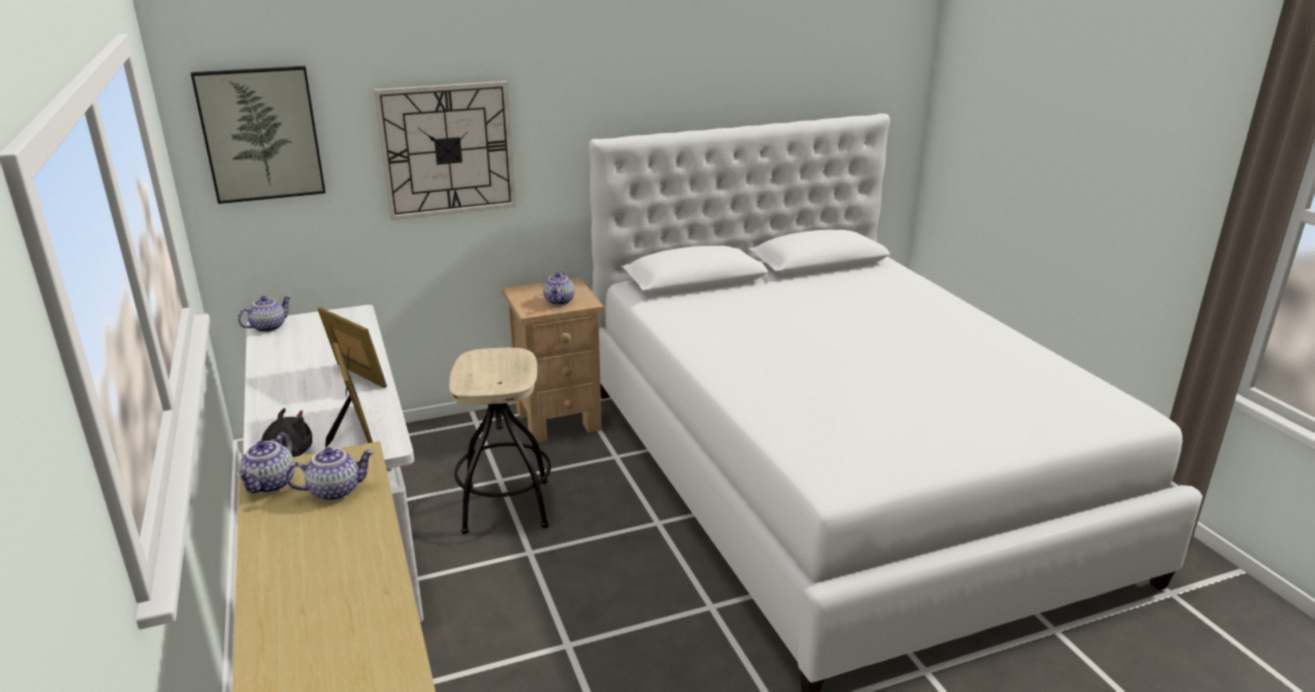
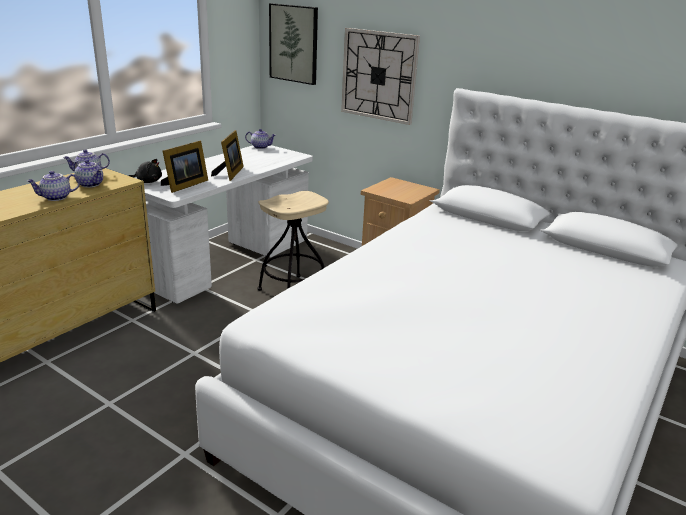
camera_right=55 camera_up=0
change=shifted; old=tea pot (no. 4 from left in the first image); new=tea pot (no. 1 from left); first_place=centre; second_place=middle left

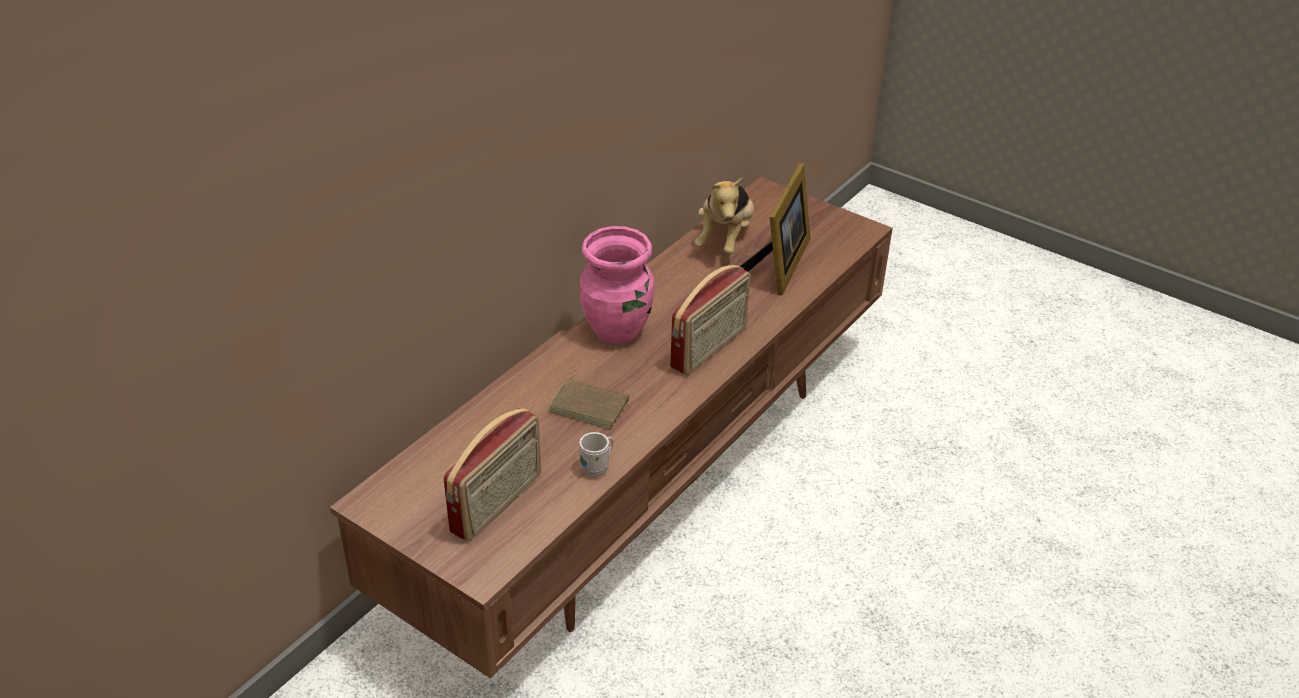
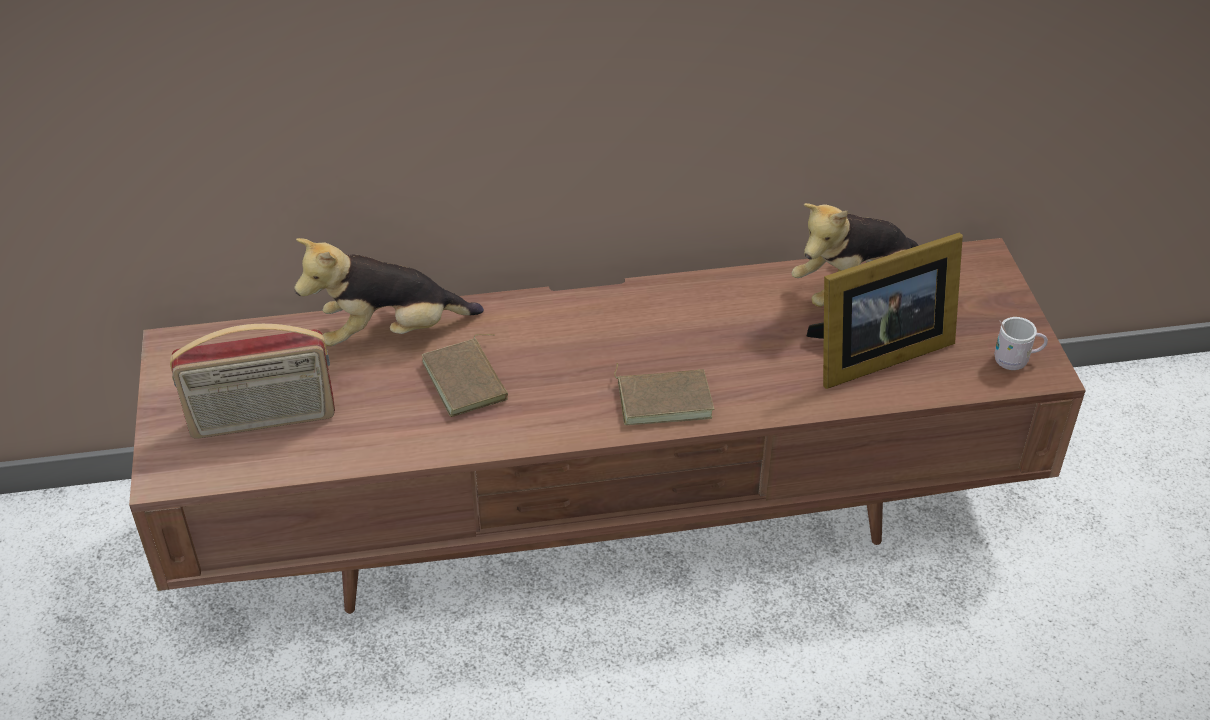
camera_right=45 camera_up=5
change=new; new=soft toy (no. 1 from left); second_place=middle left
change=swapped; old=radio (no. 2 from left); new=brown-coloured volume (no. 2 from left); first_place=centre; second_place=centre
change=shifted; old=white coffee mug; first_place=centre; second_place=middle right
change=gone; old=pink decorative vase; first_place=centre

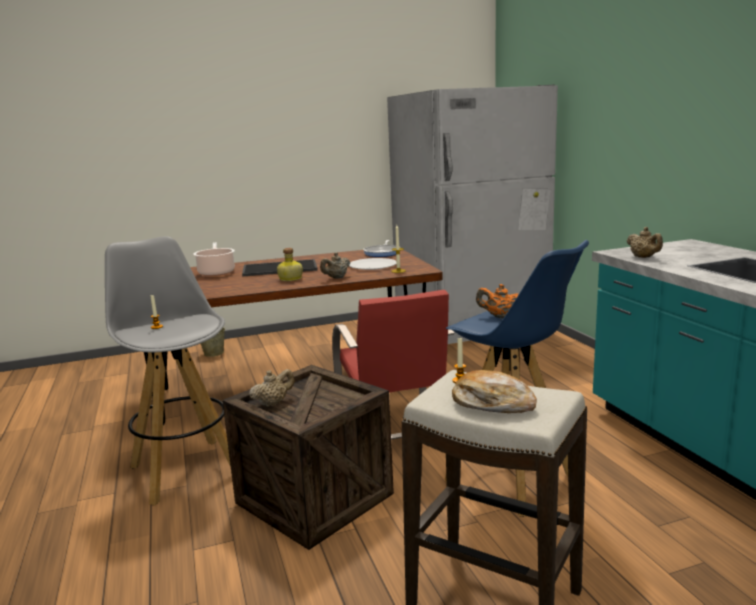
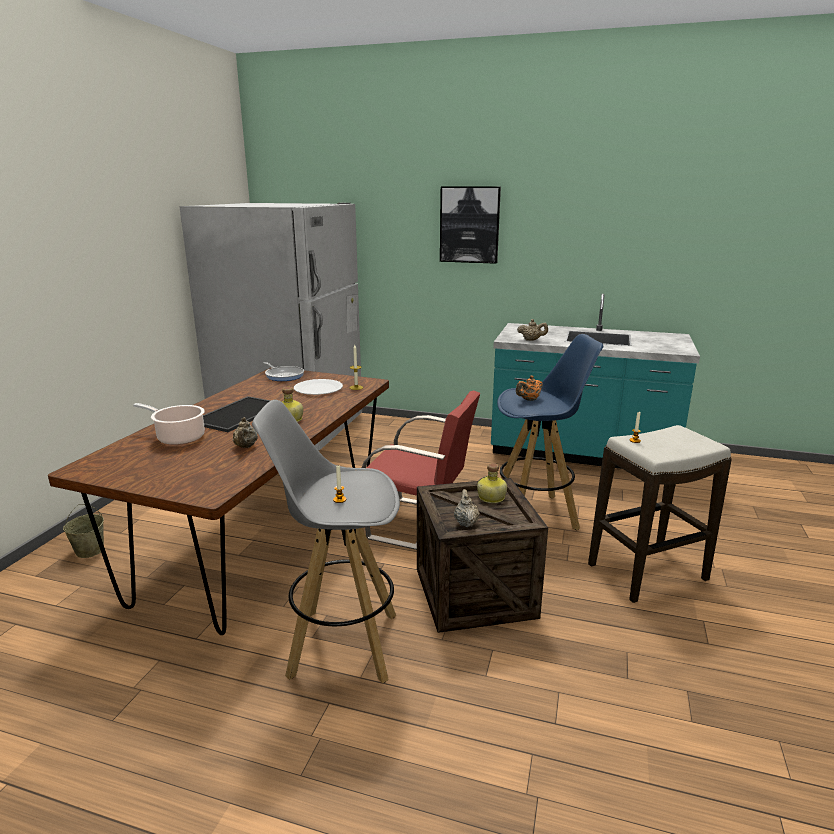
camera_right=-55 camera_up=5
change=shifted; old=beige tea pot (no. 2 from left in the first image); new=beige tea pot (no. 1 from left); first_place=centre; second_place=middle left
change=new; new=wall picture; second_place=top centre
change=new; new=beverage bottle (no. 2 from left); second_place=centre
change=gone; old=baked bread; first_place=centre

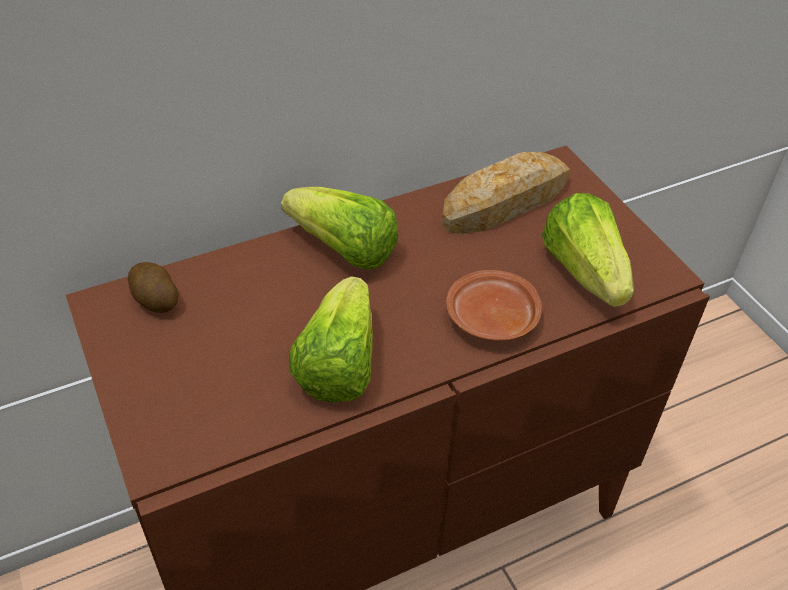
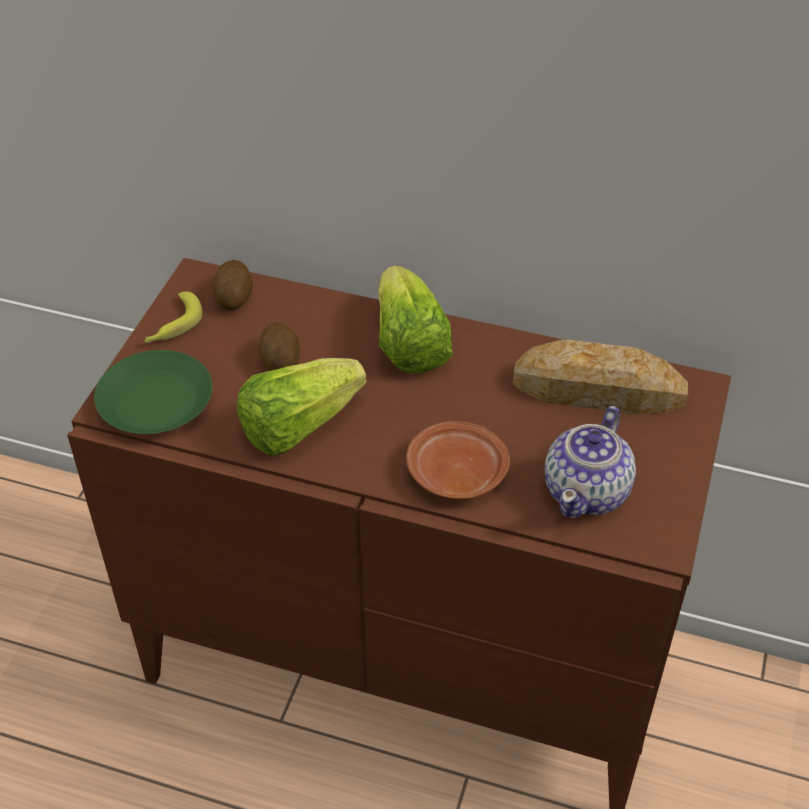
camera_right=45 camera_up=0
change=new; new=greenish flat dish; second_place=middle left
change=new; new=banana fruit; second_place=middle left
change=new; new=spud (no. 2 from left); second_place=centre
change=swapped; old=lettuce (no. 3 from left); new=tea pot; first_place=middle right; second_place=middle right

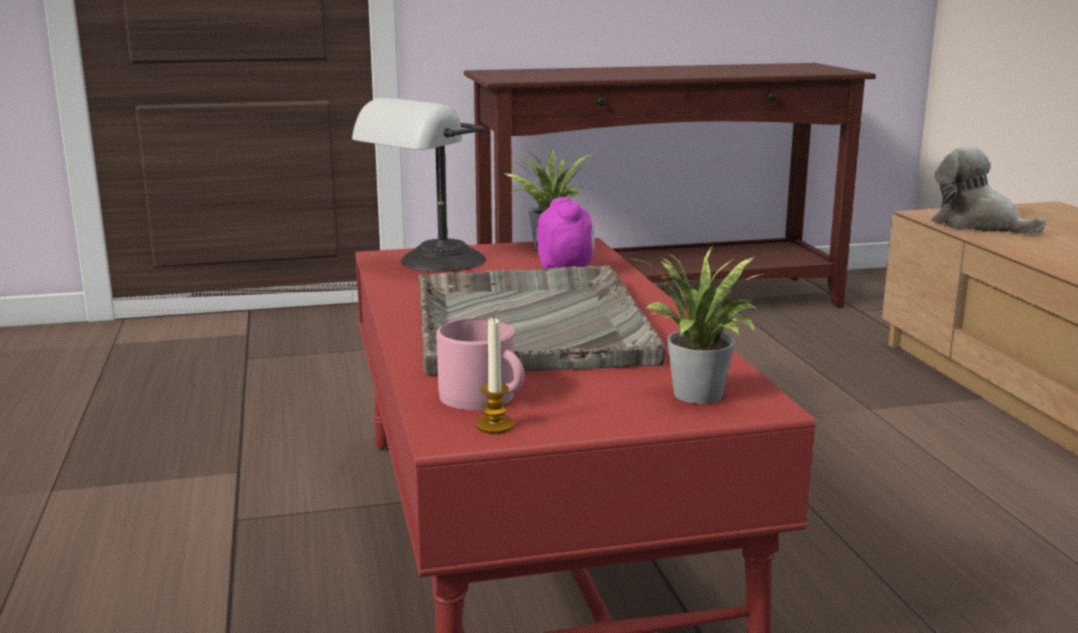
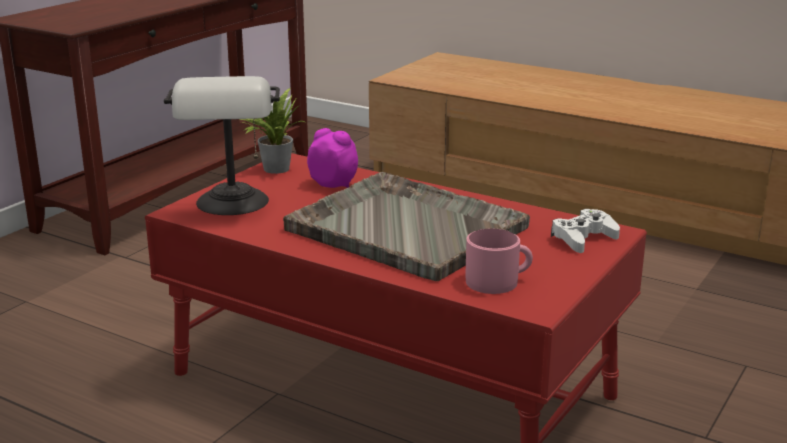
camera_right=-45 camera_up=5
change=swapped; old=houseplant (no. 2 from left); new=white joypad; first_place=centre; second_place=middle right
change=gone; old=wax light; first_place=centre
change=gone; old=soft toy; first_place=top right

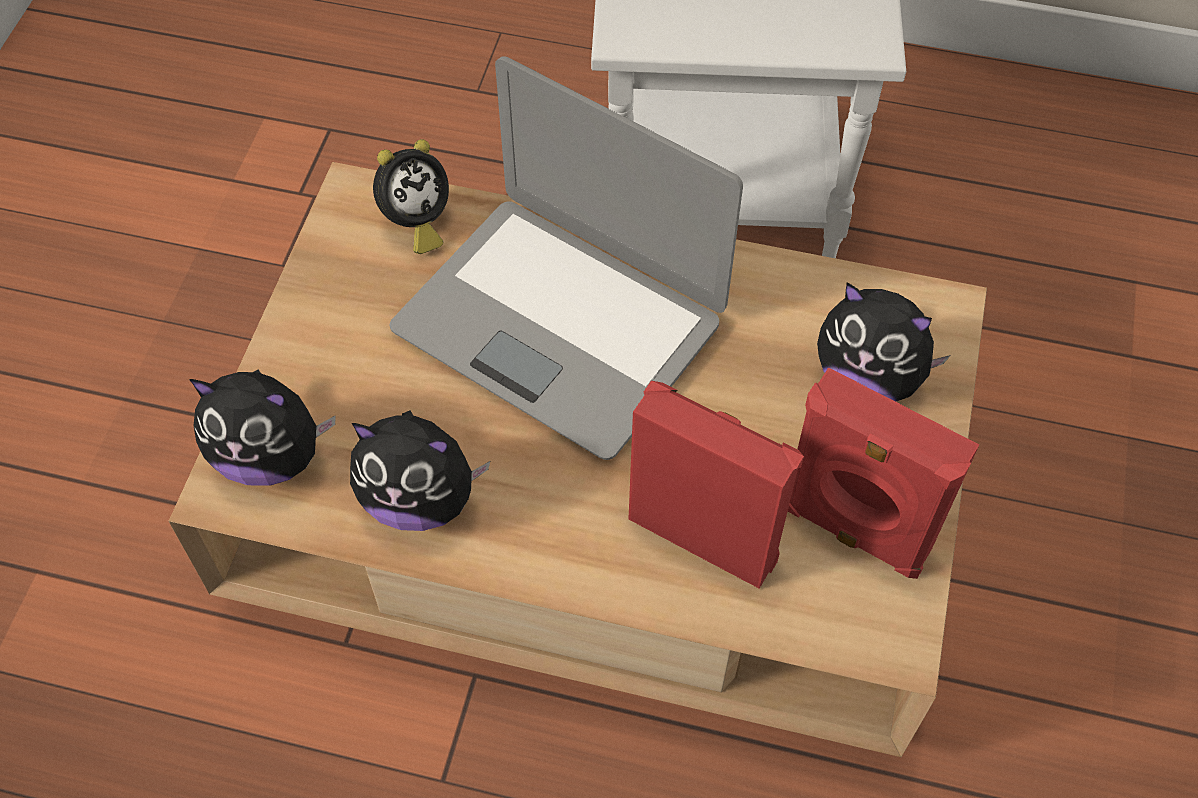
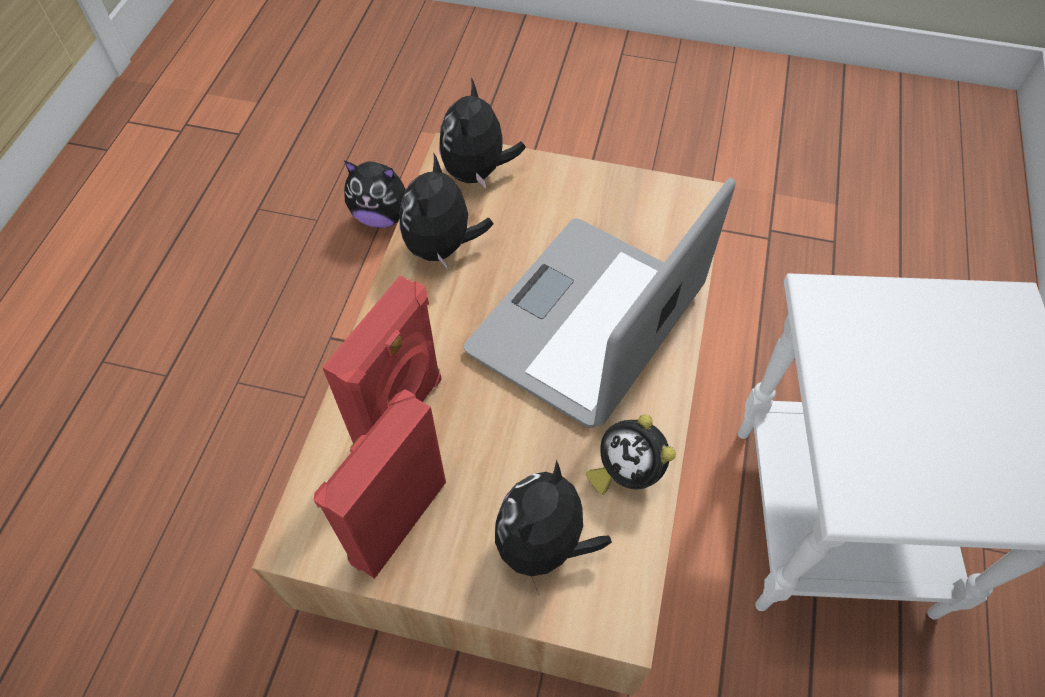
camera_right=90 camera_up=0
change=new; new=soft toy (no. 1 from left); second_place=top centre
change=shifted; old=bedside clock; first_place=top centre; second_place=centre

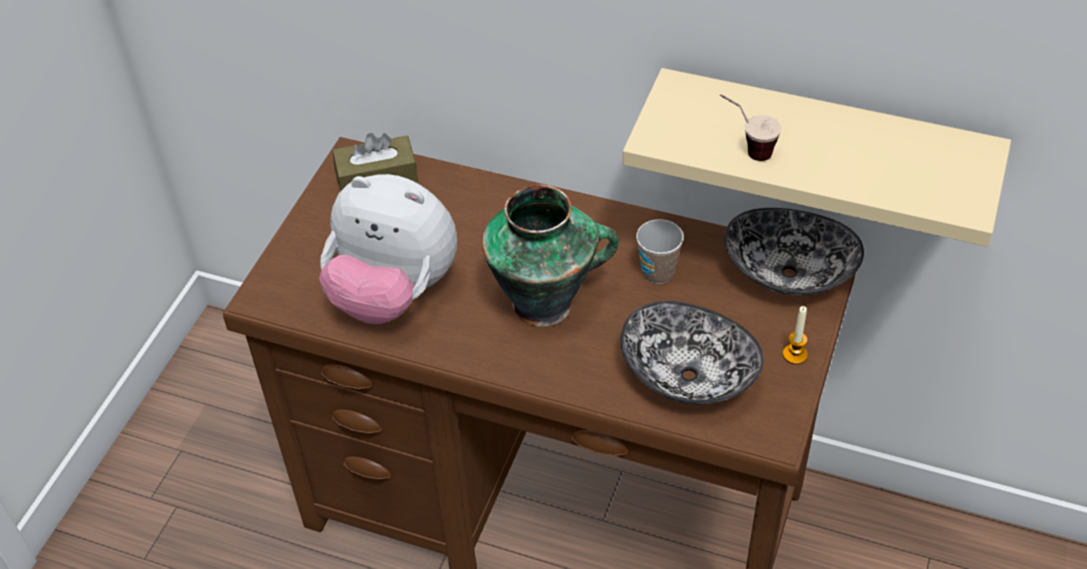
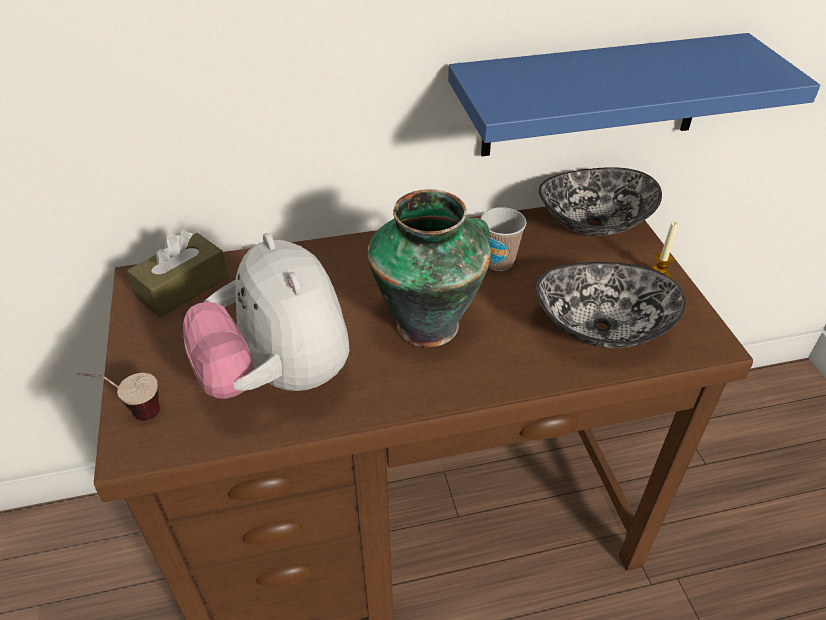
camera_right=-35 camera_up=-5
change=shifted; old=small cup (no. 2 from left in the first image); new=small cup (no. 1 from left); first_place=top right; second_place=middle left
change=rotated; old=soft toy; first_place=centre; second_place=middle left; degrees=75
change=repainted; old=beige bracket shelf; new=bluish bracket shelf; first_place=top right; second_place=top right

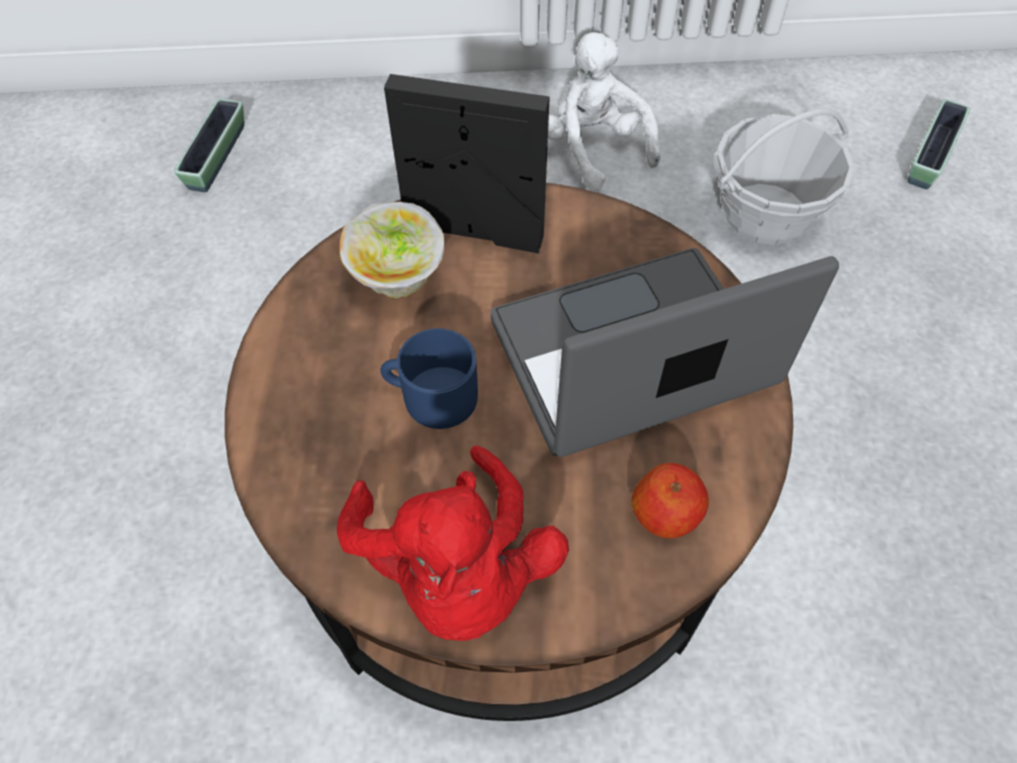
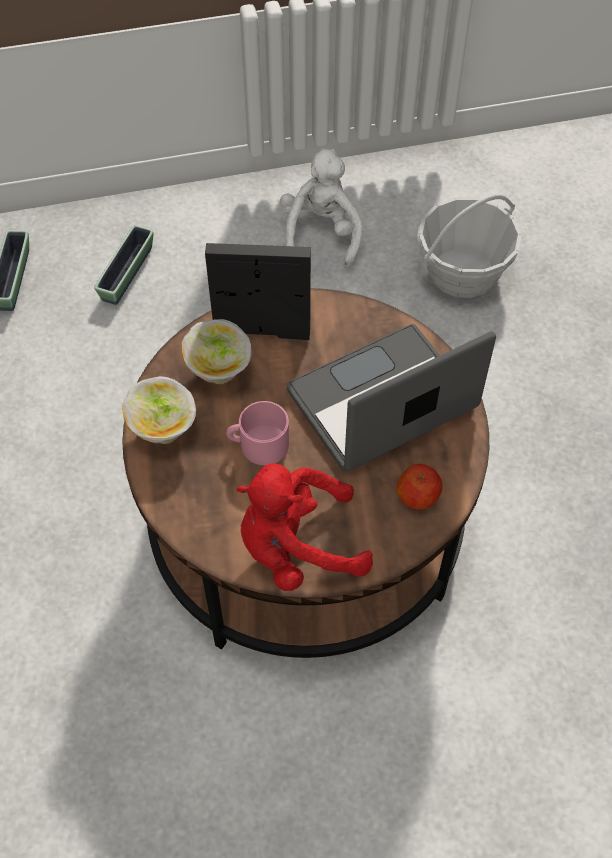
camera_right=-10 camera_up=0
change=shifted; old=plant pot (no. 2 from left); first_place=top right; second_place=top left
change=new; new=serving bowl (no. 1 from left); second_place=middle left
change=repainted; old=bluish coffee mug; new=pink coffee mug; first_place=centre; second_place=centre
change=rotated; old=red-coloured soft toy; first_place=bottom centre; second_place=centre; degrees=105
change=rotated; old=white soft toy; first_place=top centre; second_place=top centre; degrees=45

